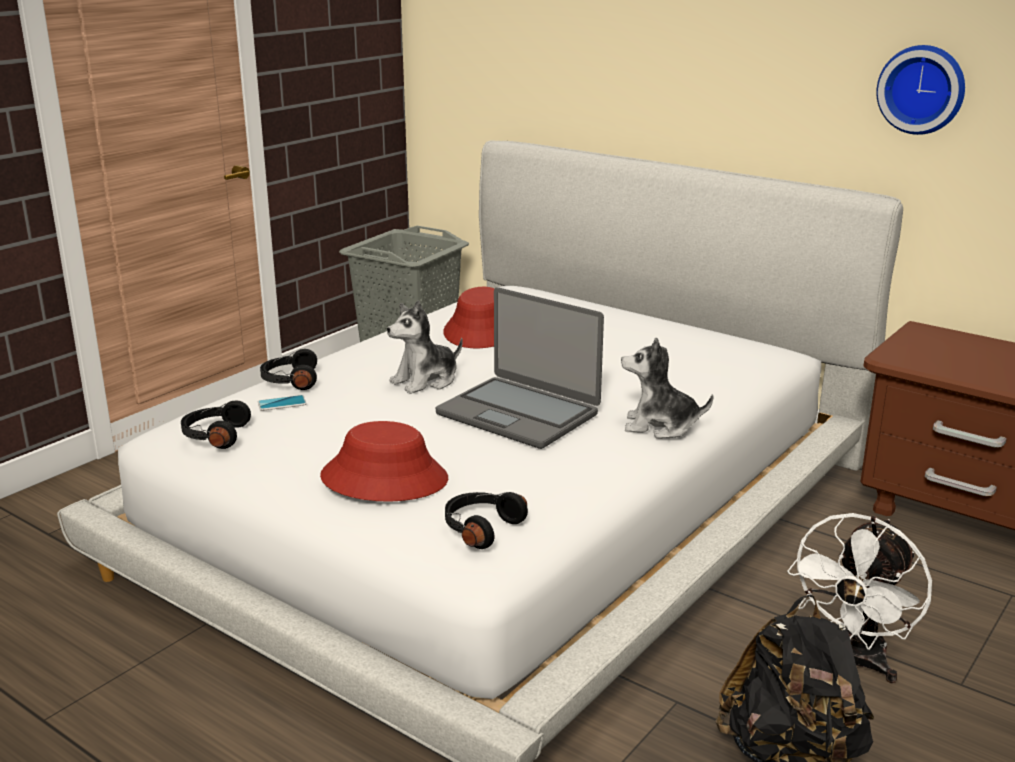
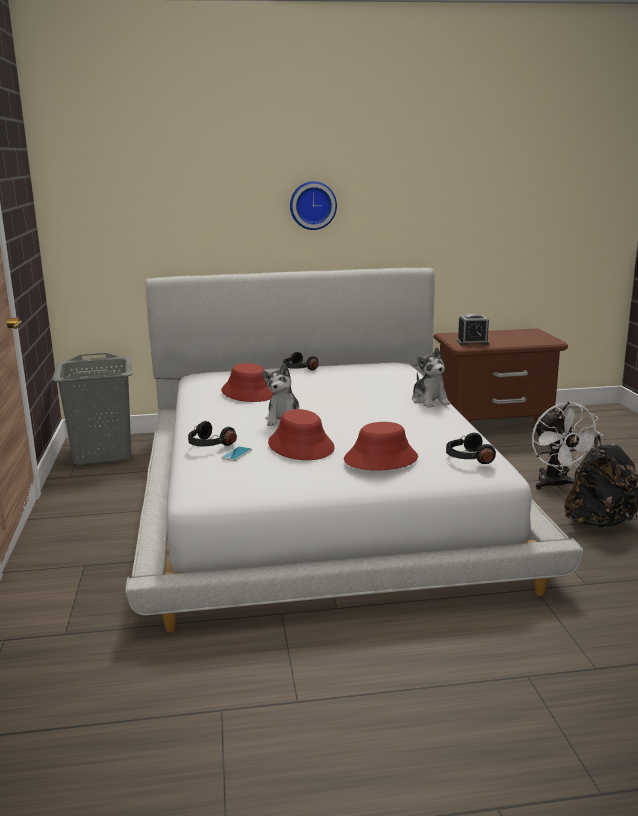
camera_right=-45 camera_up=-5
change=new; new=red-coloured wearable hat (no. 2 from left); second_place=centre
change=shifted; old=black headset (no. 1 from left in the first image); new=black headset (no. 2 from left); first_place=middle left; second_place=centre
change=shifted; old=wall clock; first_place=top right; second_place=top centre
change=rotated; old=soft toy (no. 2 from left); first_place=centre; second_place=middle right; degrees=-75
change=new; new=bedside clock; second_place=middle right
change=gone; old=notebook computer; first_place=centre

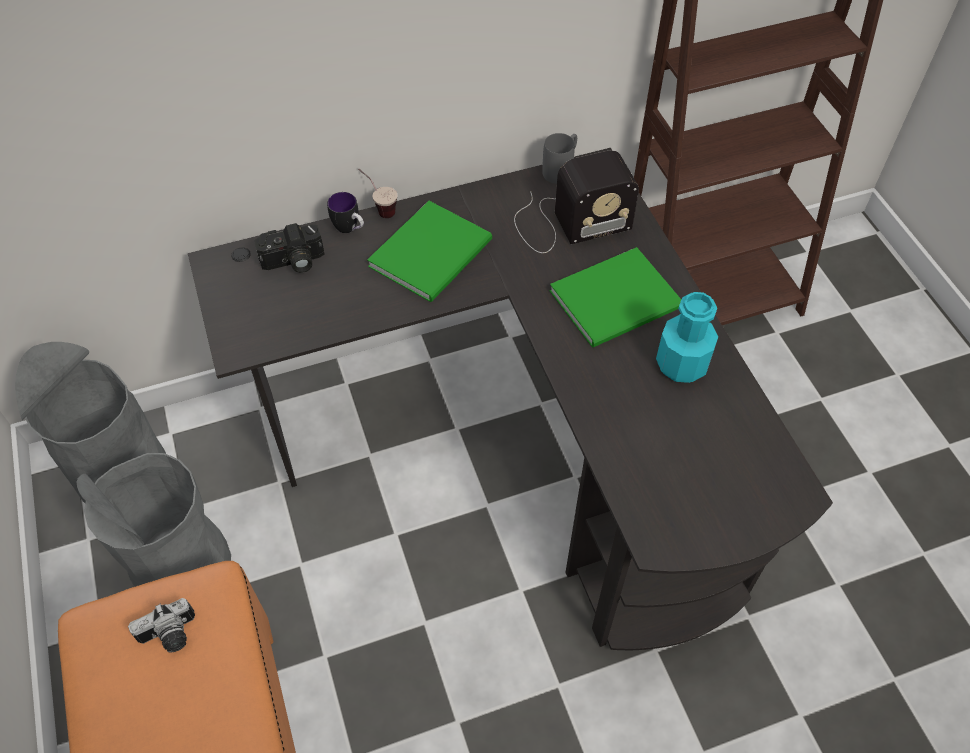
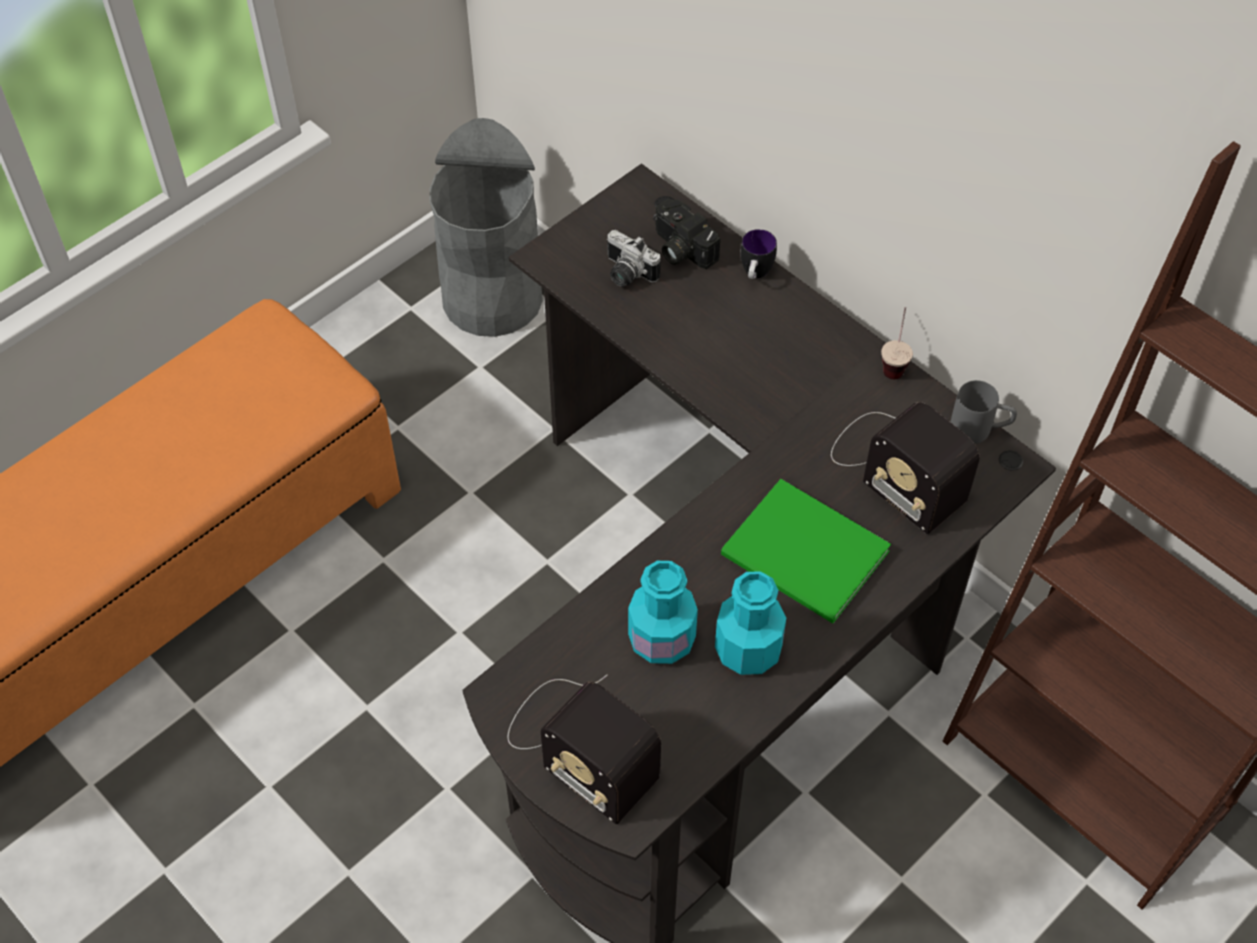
camera_right=65 camera_up=0
change=new; new=radio (no. 1 from left); second_place=bottom centre
change=shifted; old=still camera (no. 1 from left); first_place=bottom left; second_place=top centre
change=new; new=turquoise beverage bottle (no. 1 from left); second_place=centre
change=shifted; old=small cup; first_place=top centre; second_place=middle right
change=gone; old=greyish rubbish bin (no. 2 from left); first_place=bottom left
change=gone; old=greenish volume (no. 1 from left); first_place=centre

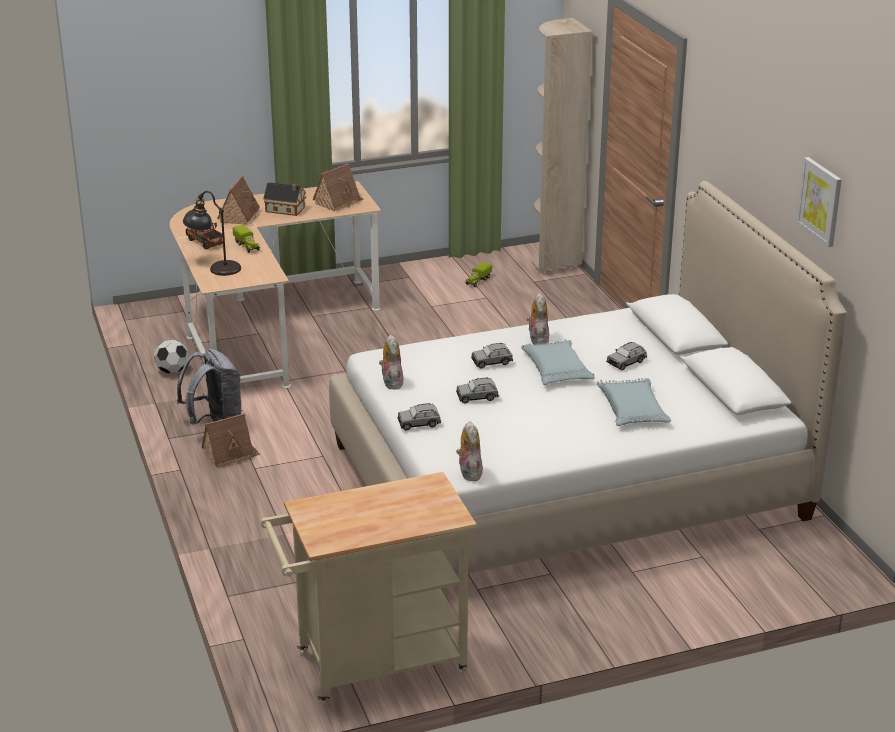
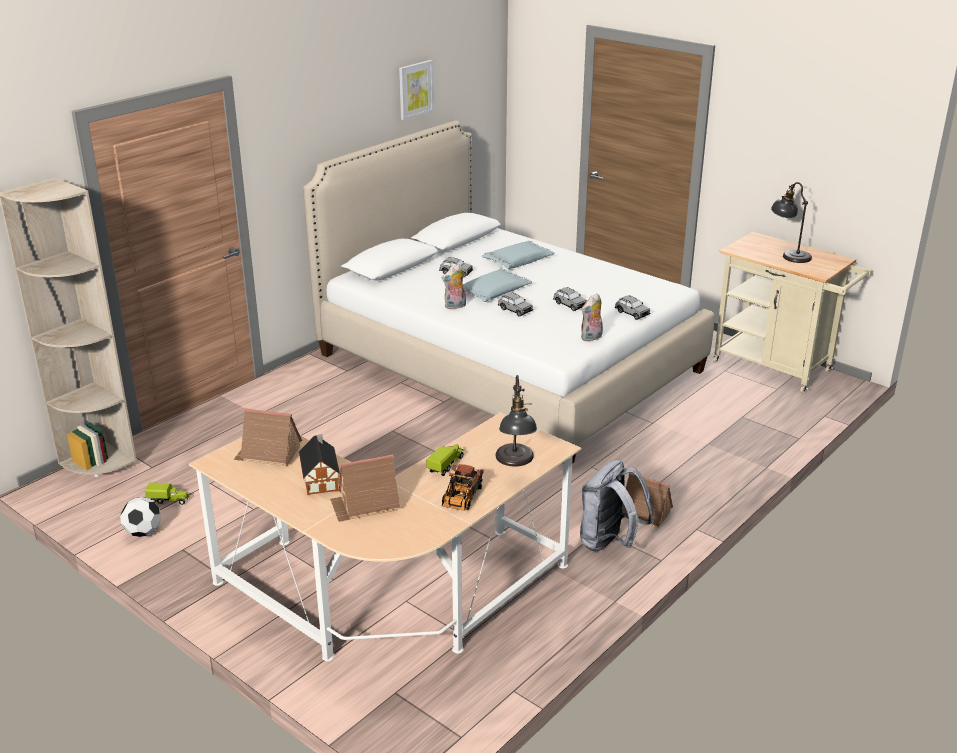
camera_right=-120 camera_up=0
change=shifted; old=football; first_place=middle left; second_place=bottom left
change=new; new=greyish lamp for a table (no. 2 from left); second_place=top right
change=gone; old=soft toy (no. 2 from left); first_place=centre

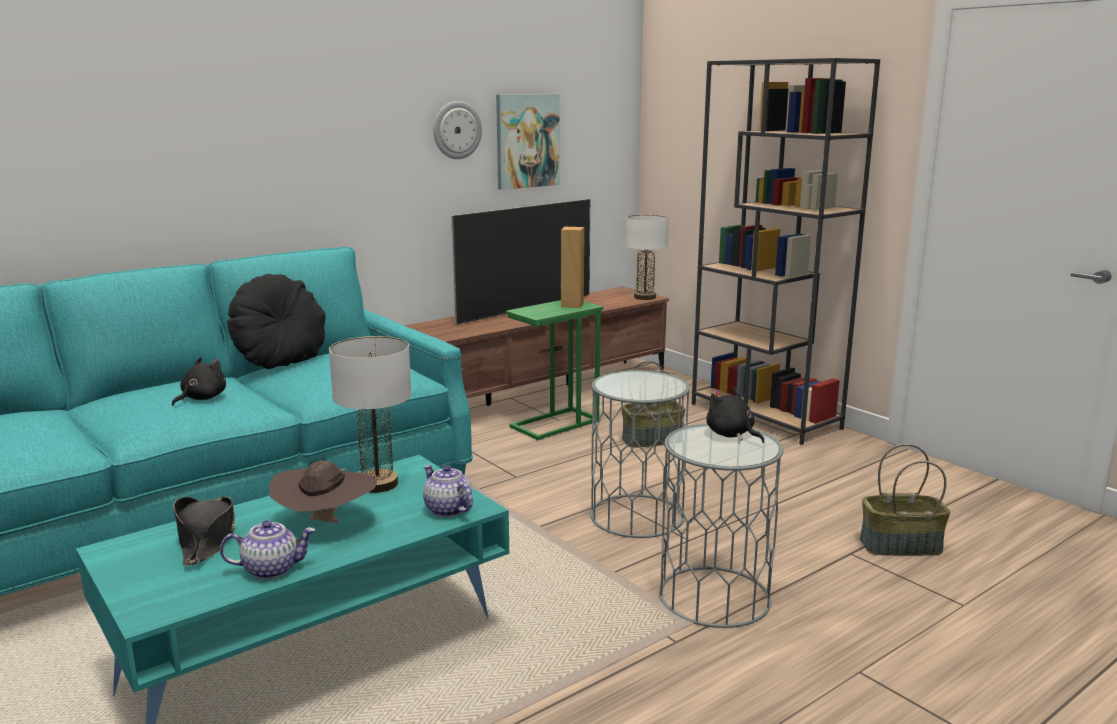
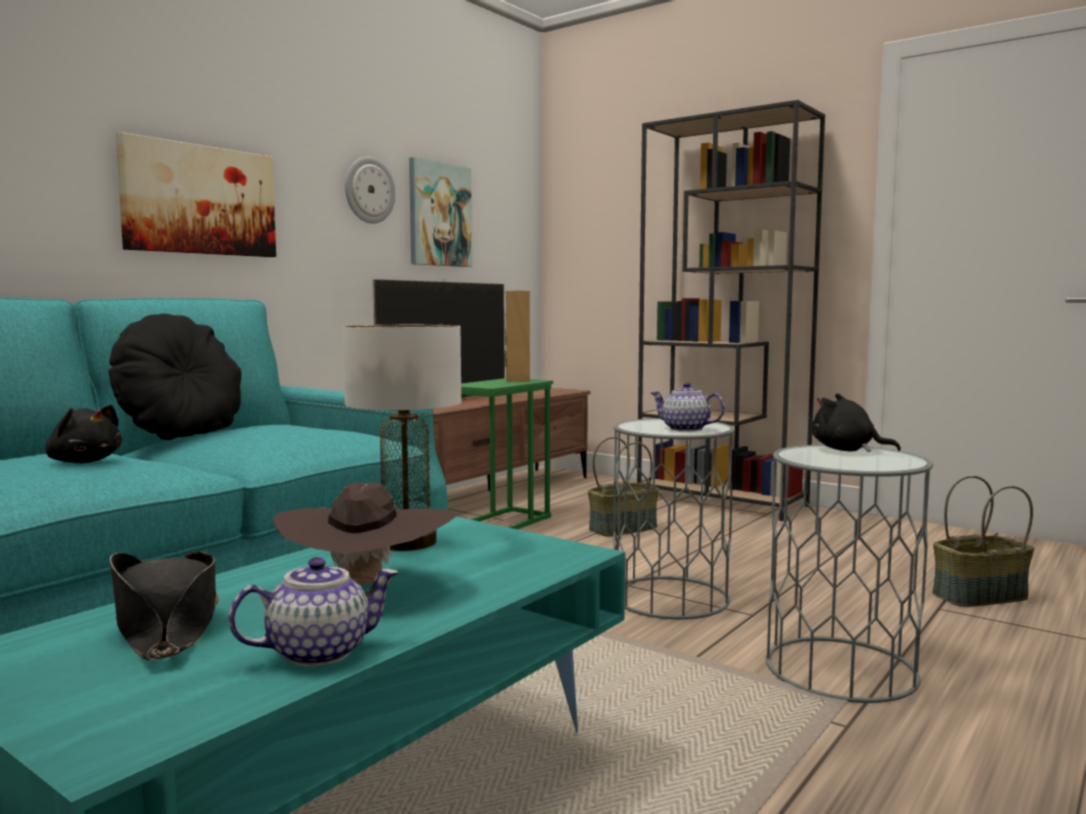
camera_right=-15 camera_up=-10
change=rotated; old=black soft toy (no. 1 from left); first_place=middle left; second_place=middle left; degrees=105
change=new; new=wall picture (no. 1 from left); second_place=top left
change=shifted; old=tea pot (no. 2 from left); first_place=bottom centre; second_place=centre
change=gone; old=lamp for a table (no. 2 from left); first_place=centre

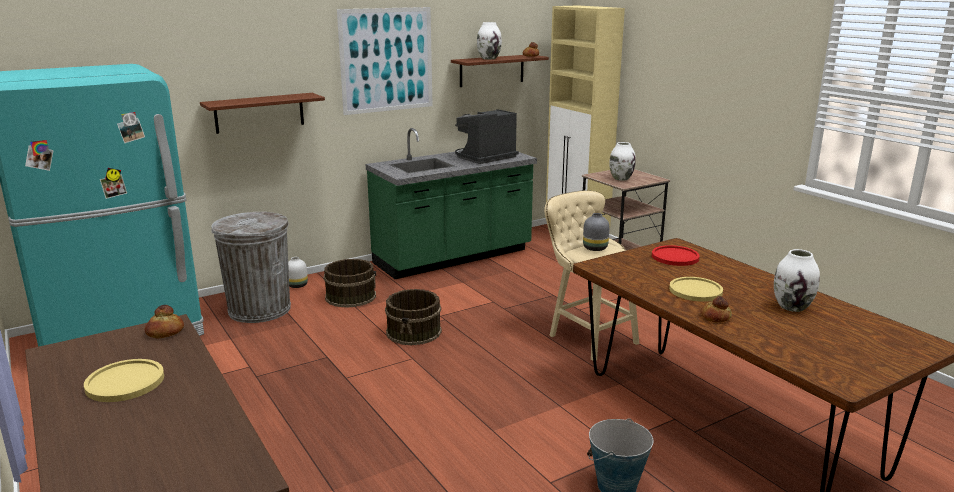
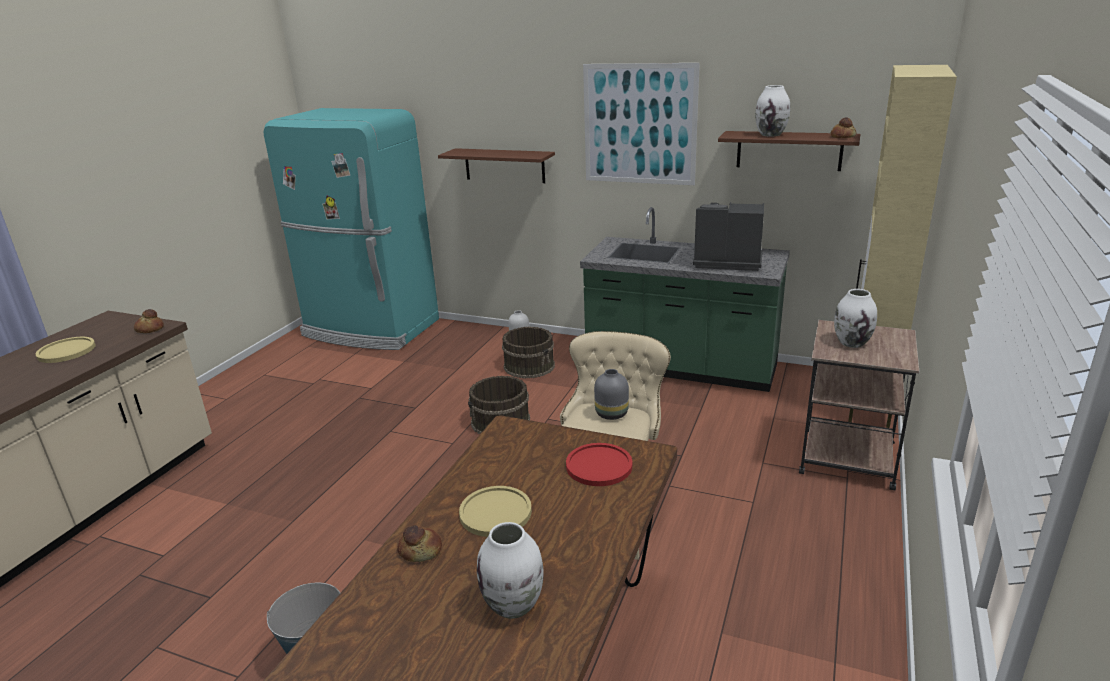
camera_right=55 camera_up=5
change=gone; old=greyish rubbish bin; first_place=middle left

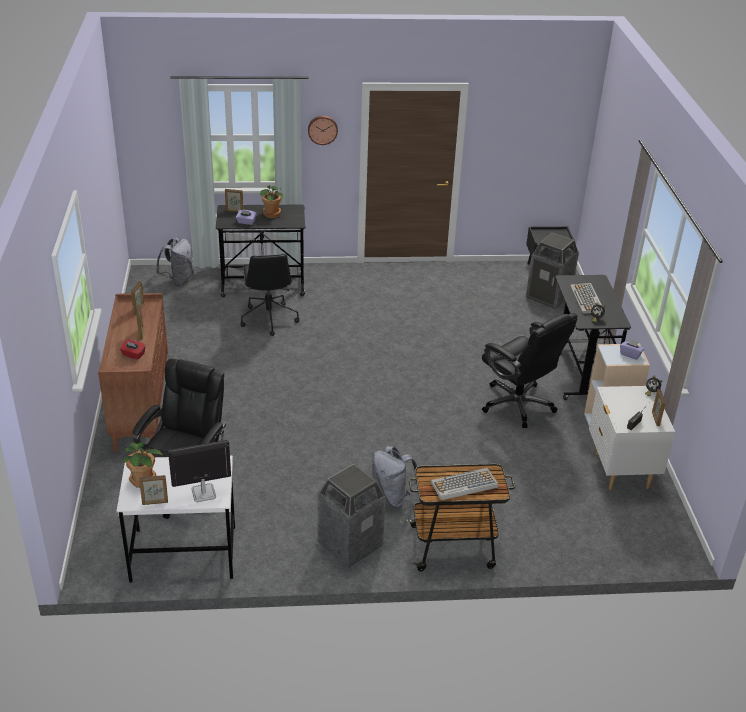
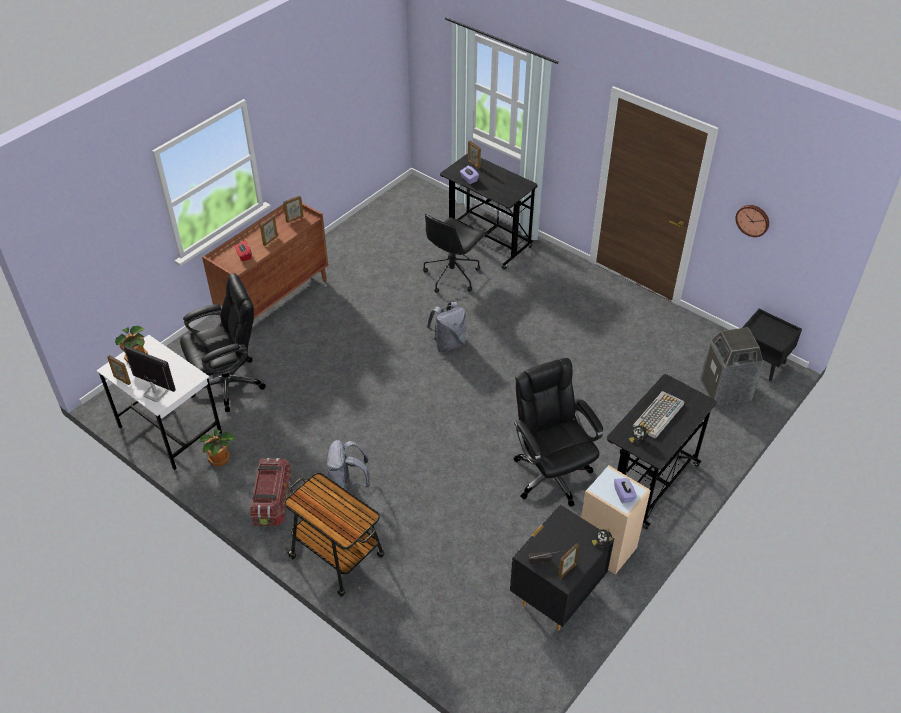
camera_right=45 camera_up=10
change=shifted; old=houseplant (no. 2 from left); first_place=top centre; second_place=middle left
change=swapped; old=rubbish bin (no. 1 from left); new=storage container; first_place=bottom centre; second_place=bottom left
change=shifted; old=greyish backpack (no. 1 from left in the first image); new=greyish backpack (no. 2 from left); first_place=middle left; second_place=centre
change=repainted; old=white nightstand; new=black nightstand (no. 1 from left); first_place=middle right; second_place=bottom centre
change=rotated; old=black computer chair (no. 3 from left); first_place=middle right; second_place=centre; degrees=150
change=shifted; old=wall clock; first_place=top centre; second_place=top right
change=gone; old=PC keyboard (no. 1 from left); first_place=bottom centre

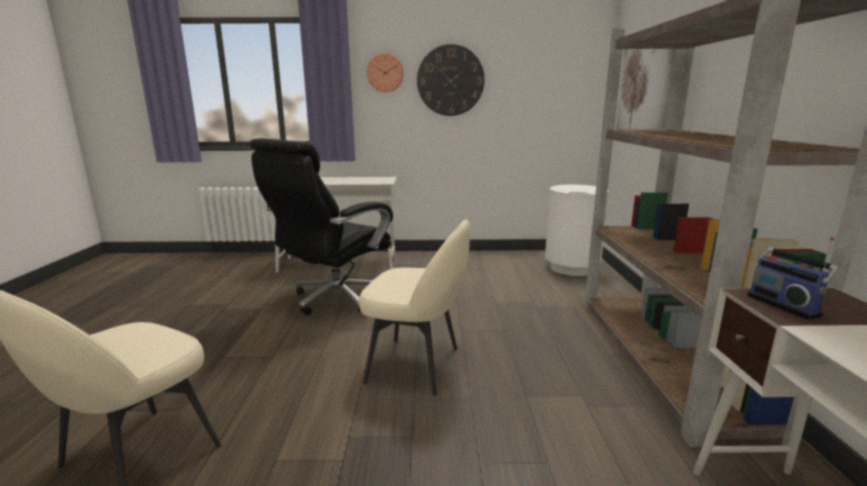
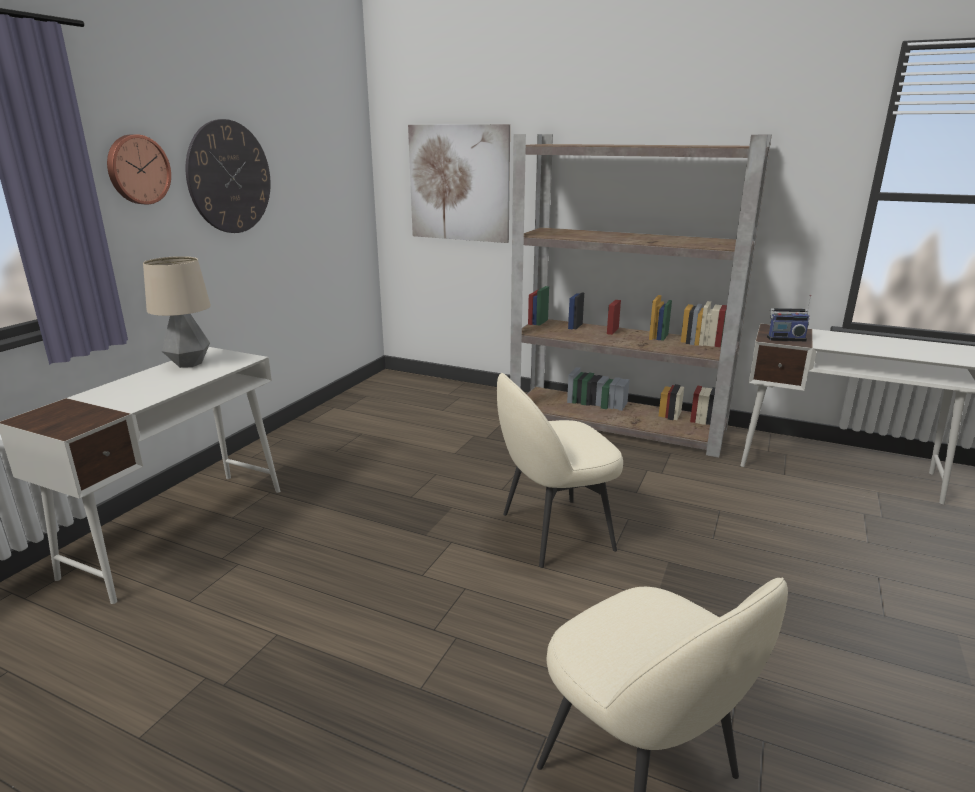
camera_right=-65 camera_up=5
change=new; new=lamp for a table; second_place=middle left
change=rotated; old=beige upright chair (no. 2 from left in the first image); first_place=centre; second_place=centre; degrees=-150
change=gone; old=black computer chair; first_place=centre
change=gone; old=white rubbish bin; first_place=centre

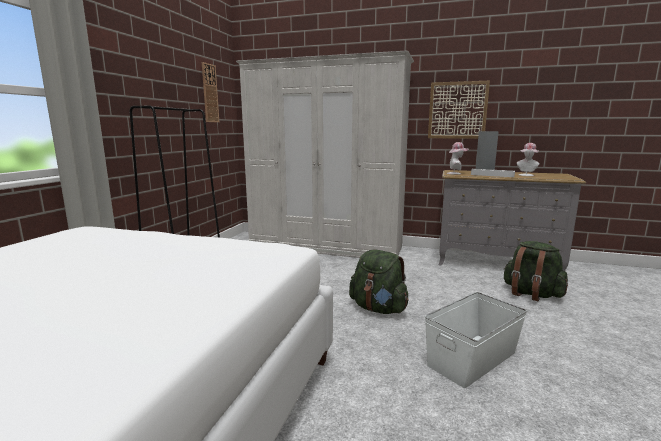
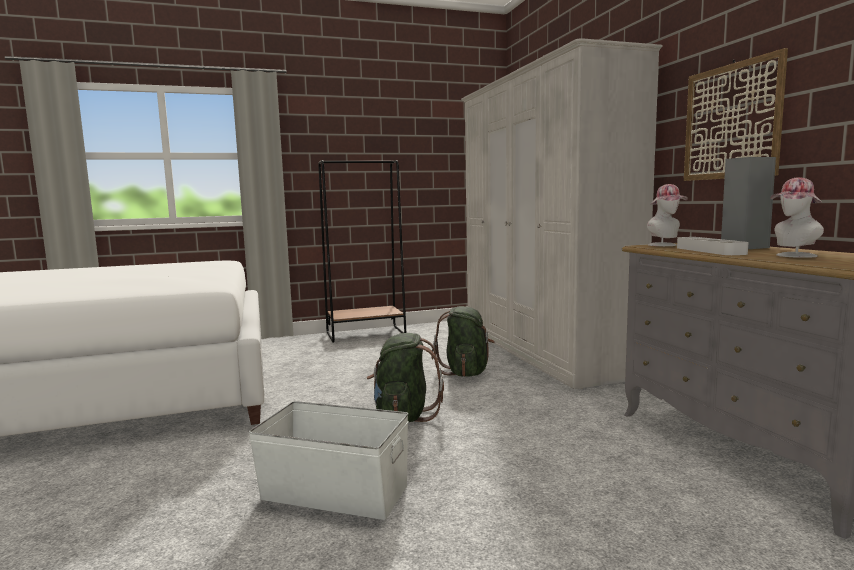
camera_right=55 camera_up=-5
change=shifted; old=greenish backpack (no. 2 from left); first_place=middle right; second_place=centre
change=gone; old=wall clock; first_place=top left

